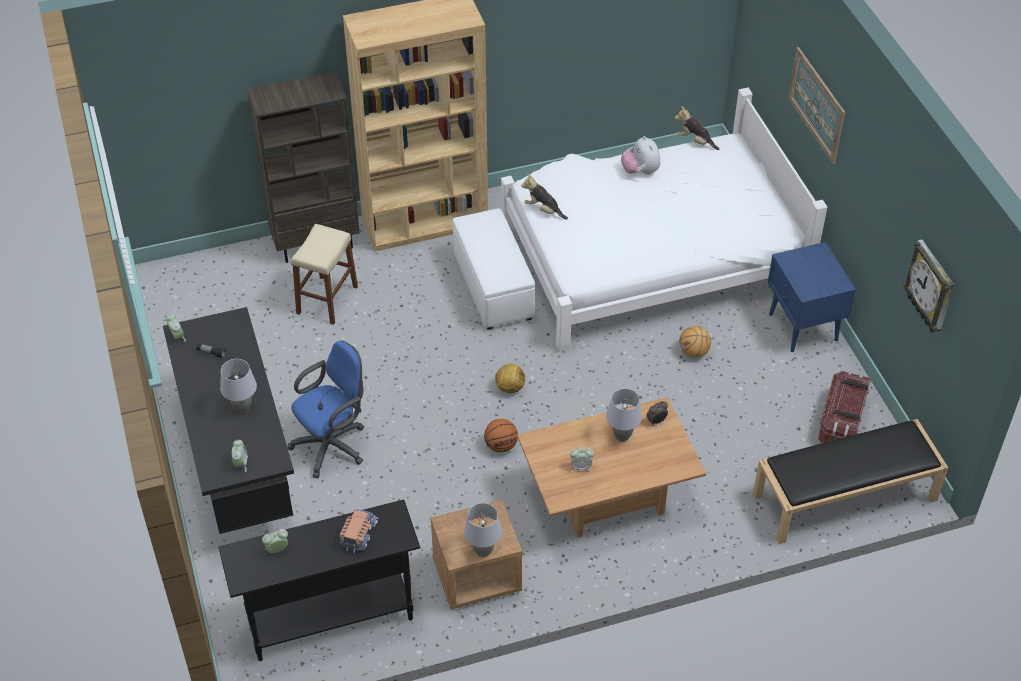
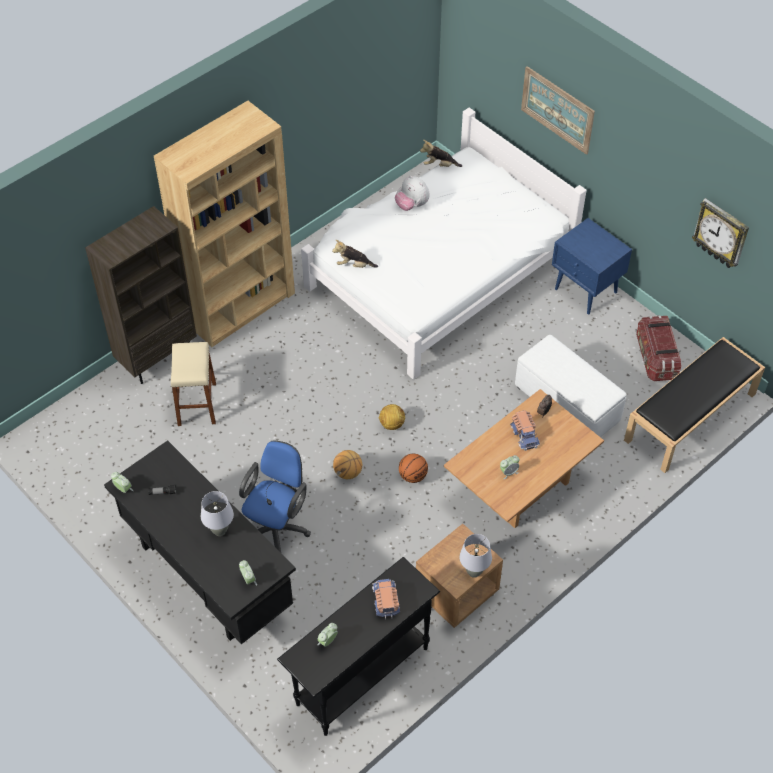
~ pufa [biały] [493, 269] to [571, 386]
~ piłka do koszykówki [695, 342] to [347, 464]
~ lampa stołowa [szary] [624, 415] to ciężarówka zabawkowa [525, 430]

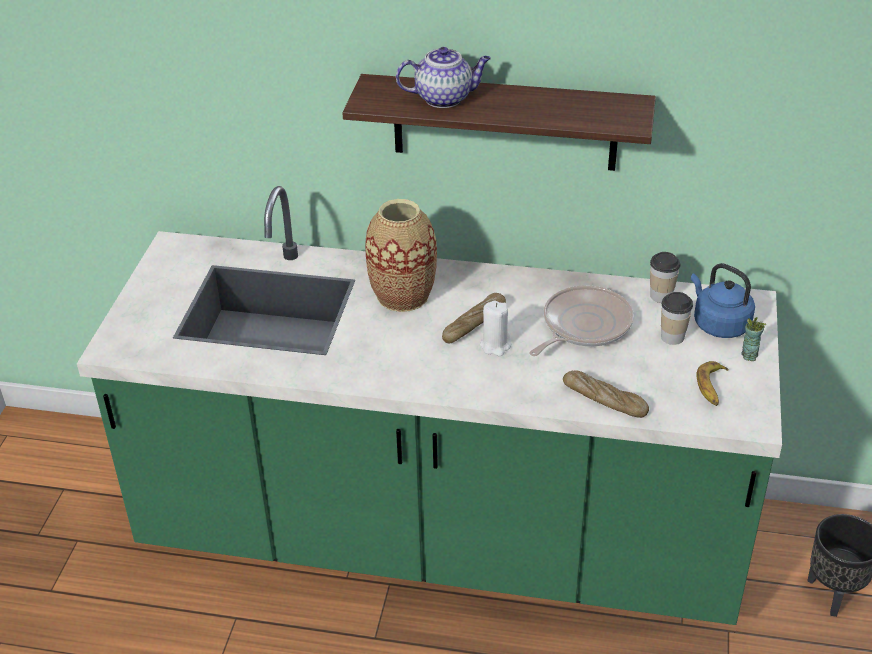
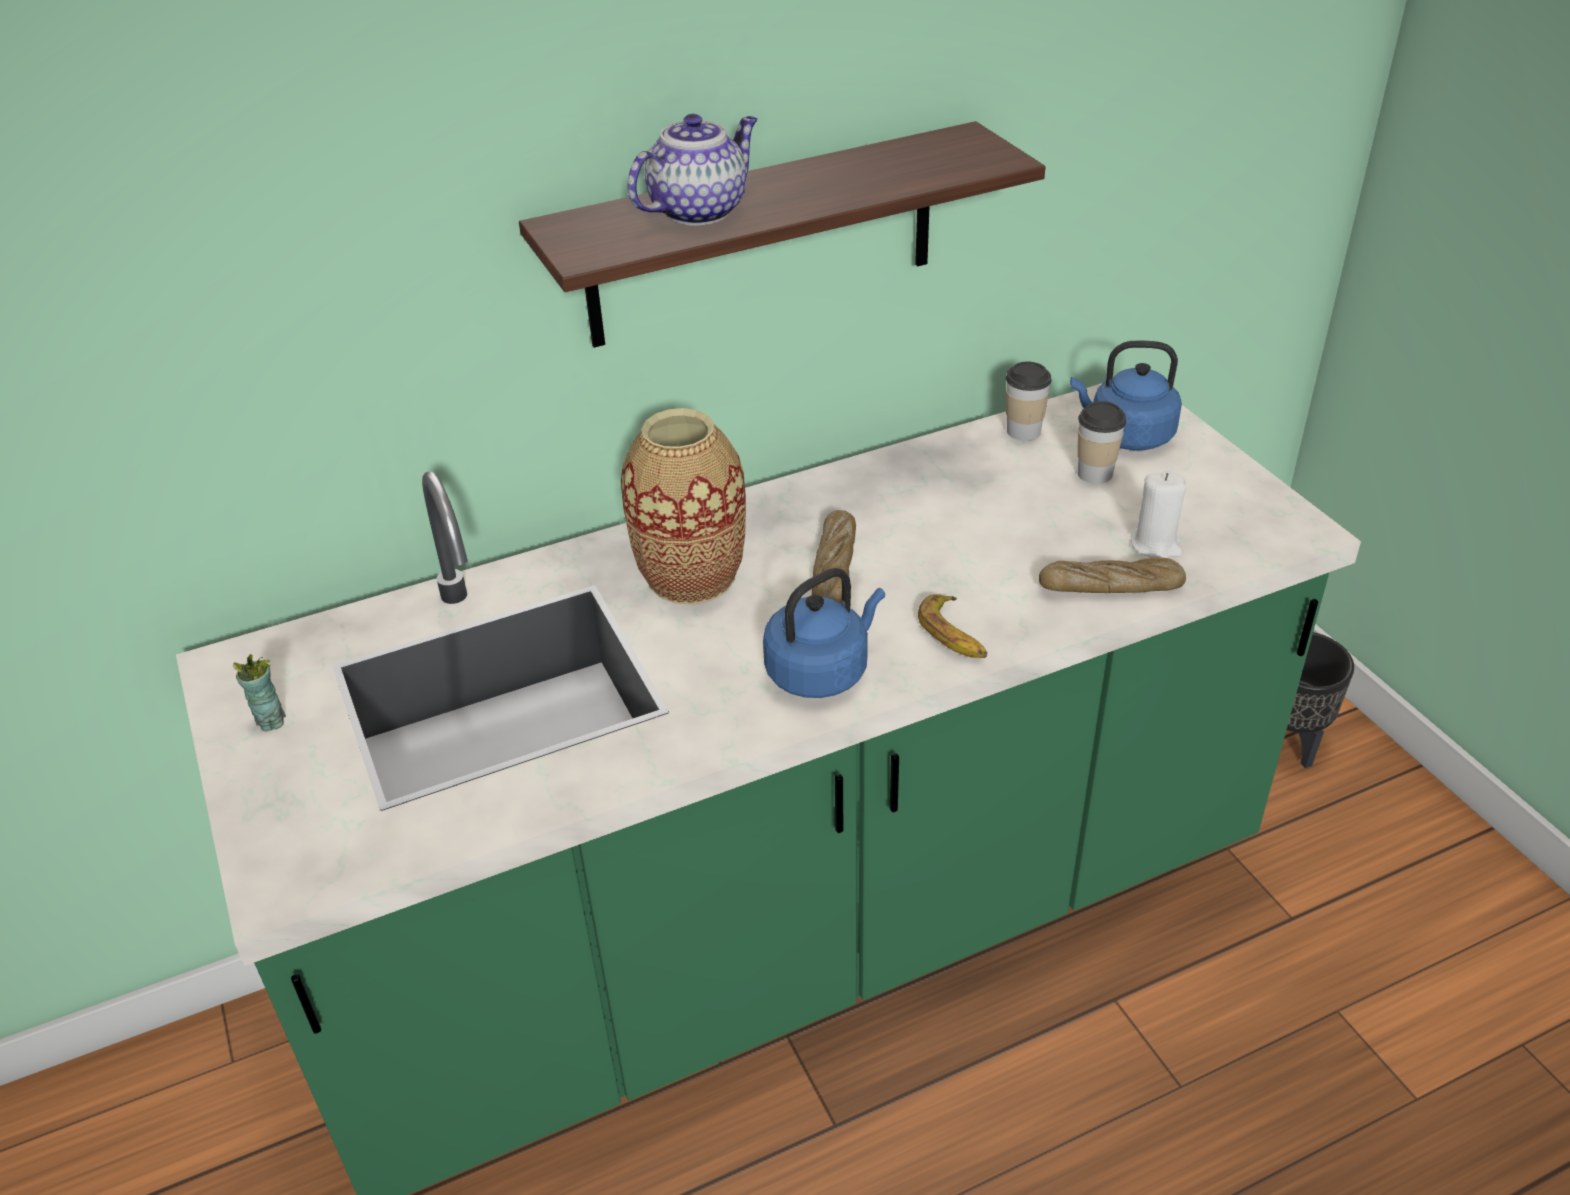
- patelnia [581, 320]
~ świeca [biały] [495, 328] to [1158, 514]
~ filiżanka [753, 339] to [259, 692]
~ banan [712, 383] to [952, 626]
+ czajnik [niebieski] [824, 633]

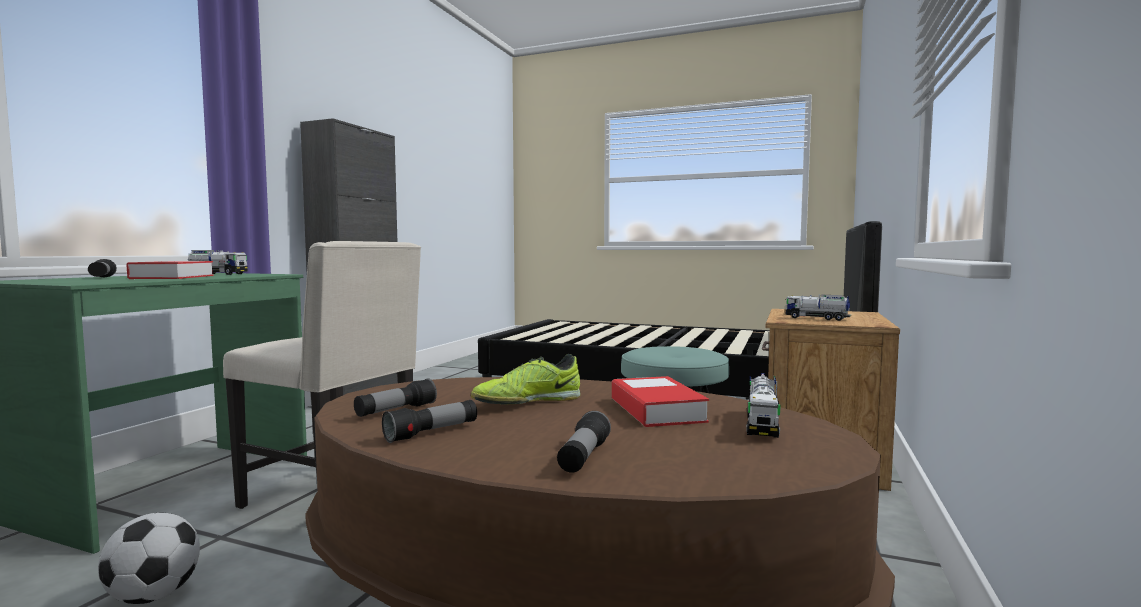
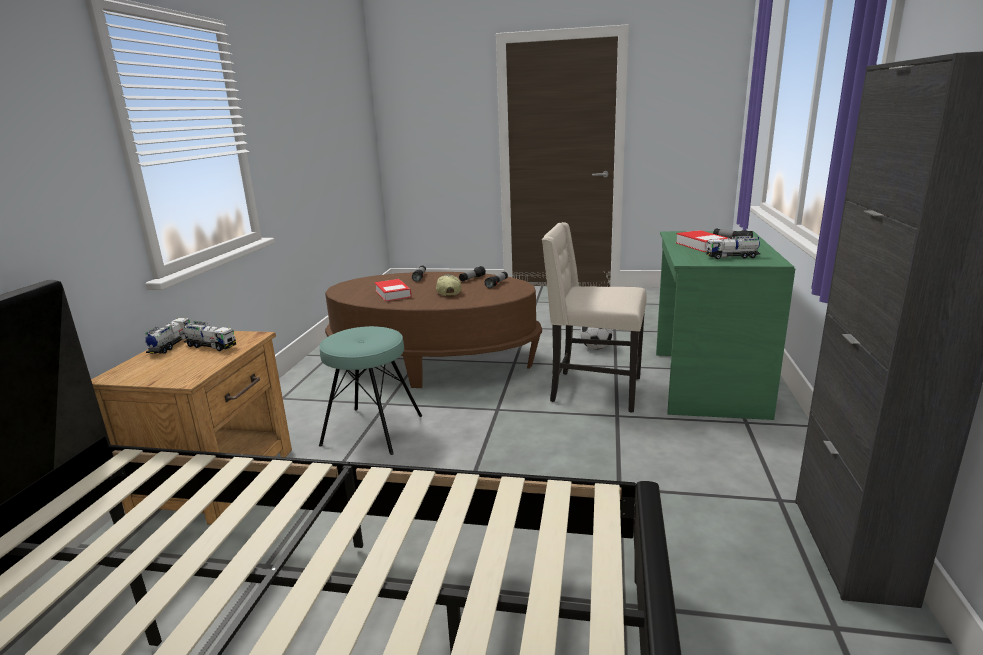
~ but [526, 379] to czapka z daszkiem [448, 285]
~ ciężarówka zabawkowa [763, 405] to [167, 336]

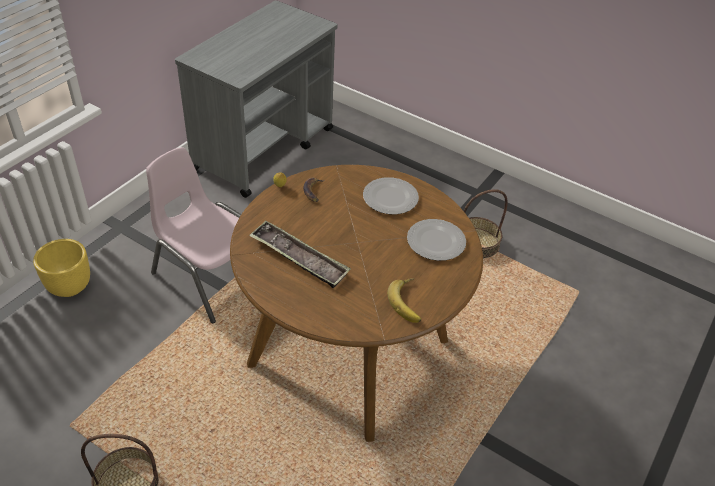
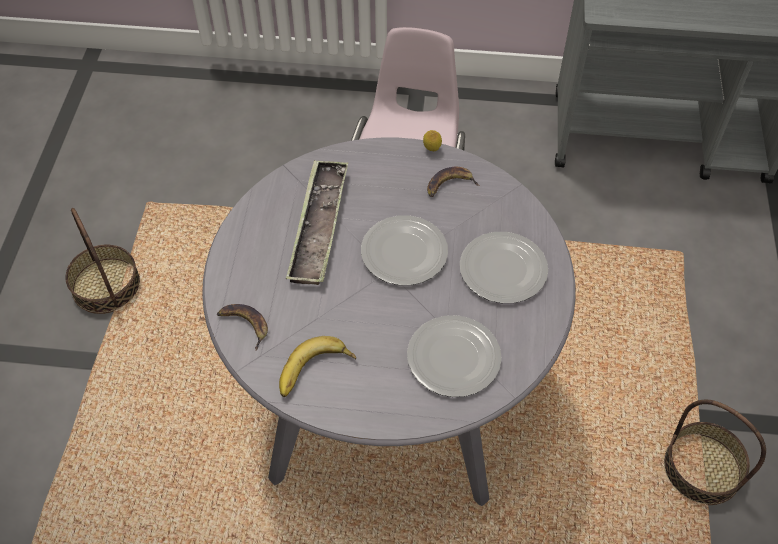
~ stół jadalny [brązowy] [356, 303] to stół jadalny [szary] [389, 322]
- donica [żółty] [61, 268]
+ talerz [404, 250]
+ banan [242, 327]

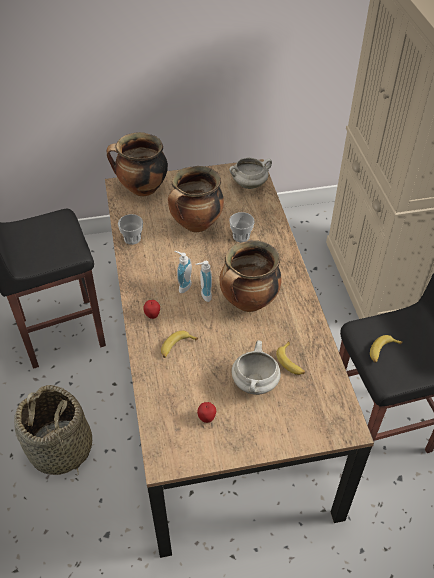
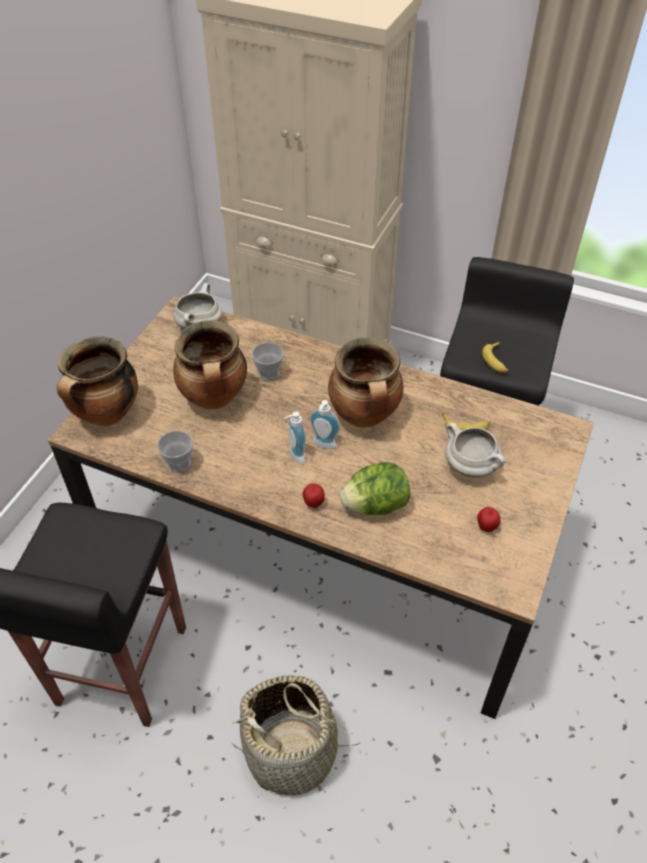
~ banan [179, 344] to sałata [375, 488]

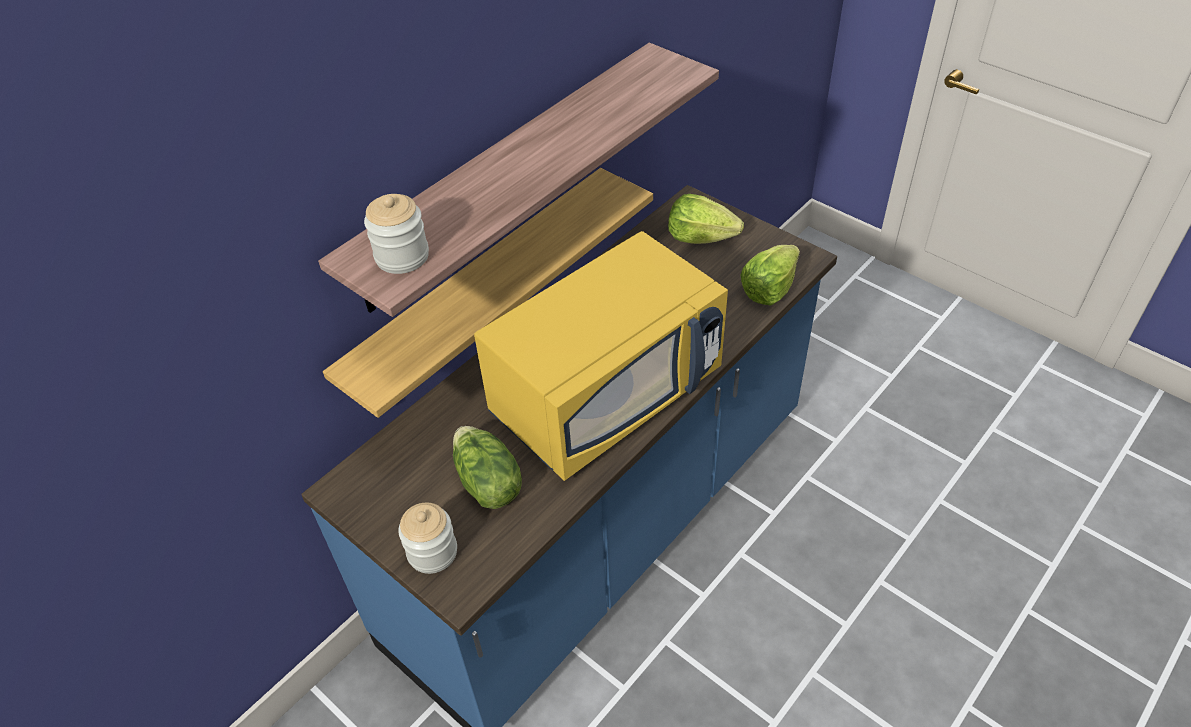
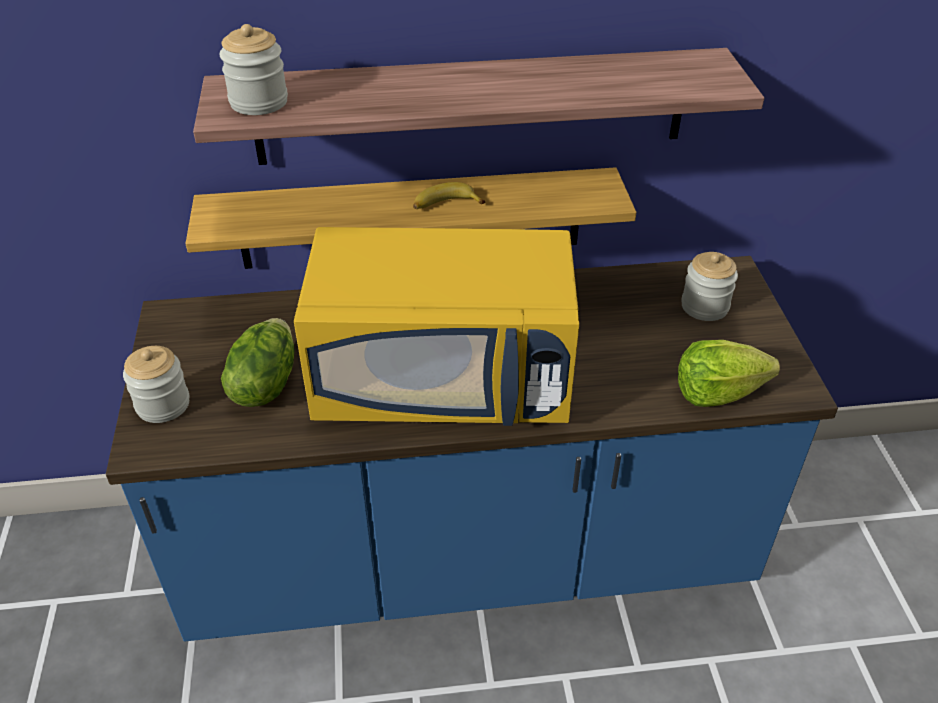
~ sałata [706, 219] to słoik [709, 286]
+ banan [449, 195]

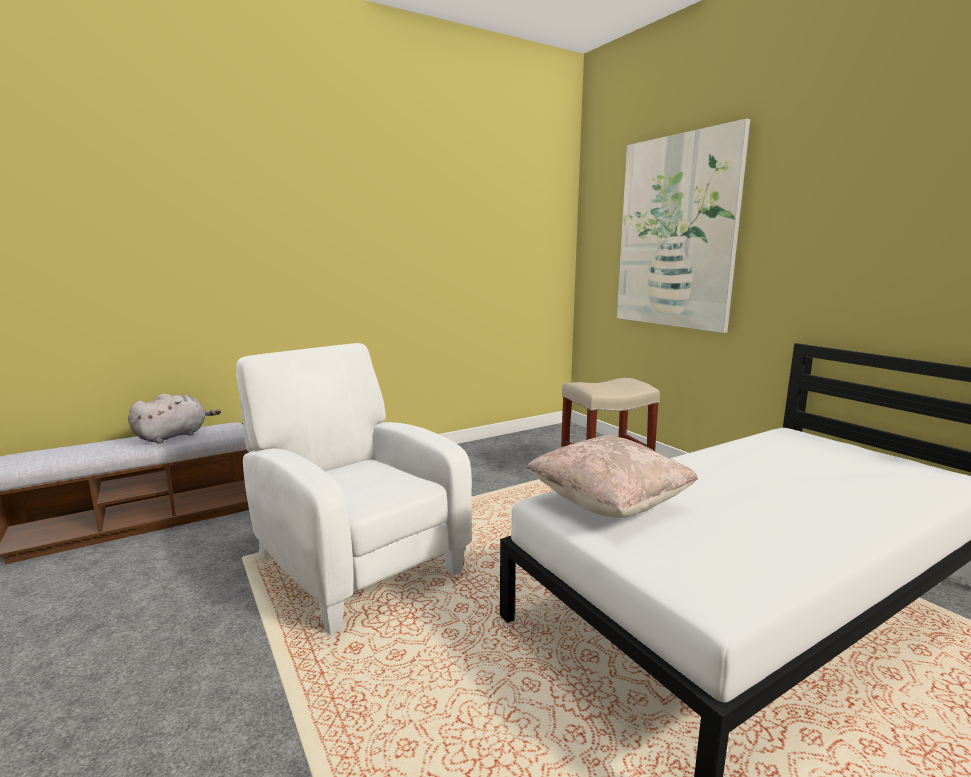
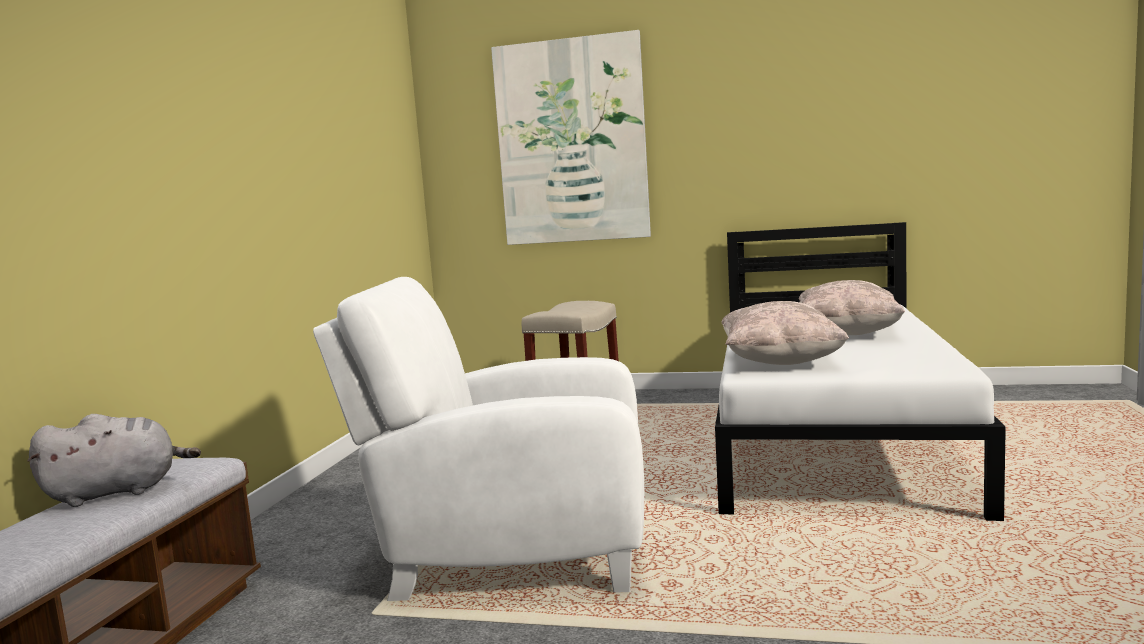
~ pluszak [szary] [174, 419] = [114, 460] 75 degrees clockwise
+ poduszka [beżowy] [852, 307]

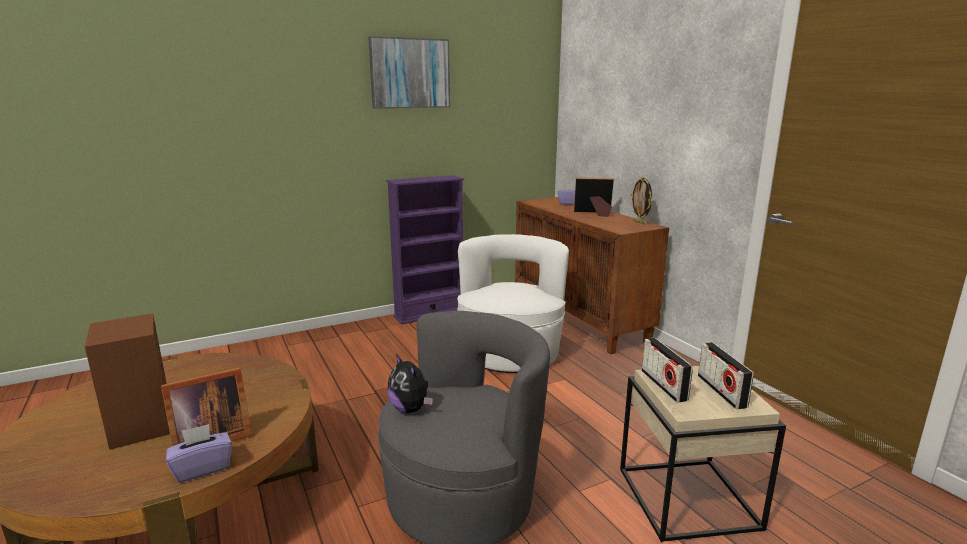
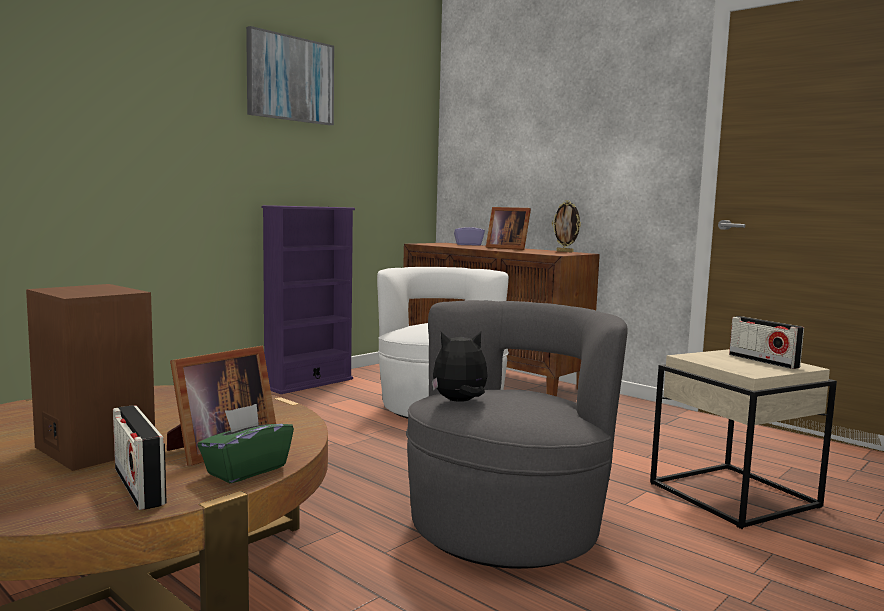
~ ramka na zdjęcie [594, 197] = [508, 228] 135 degrees counterclockwise
~ radio [667, 370] to [140, 457]
~ pluszak [410, 383] = [460, 366] 135 degrees clockwise
~ pudełko chusteczek [fioletowy] [199, 453] to pudełko chusteczek [zielony] [246, 443]

